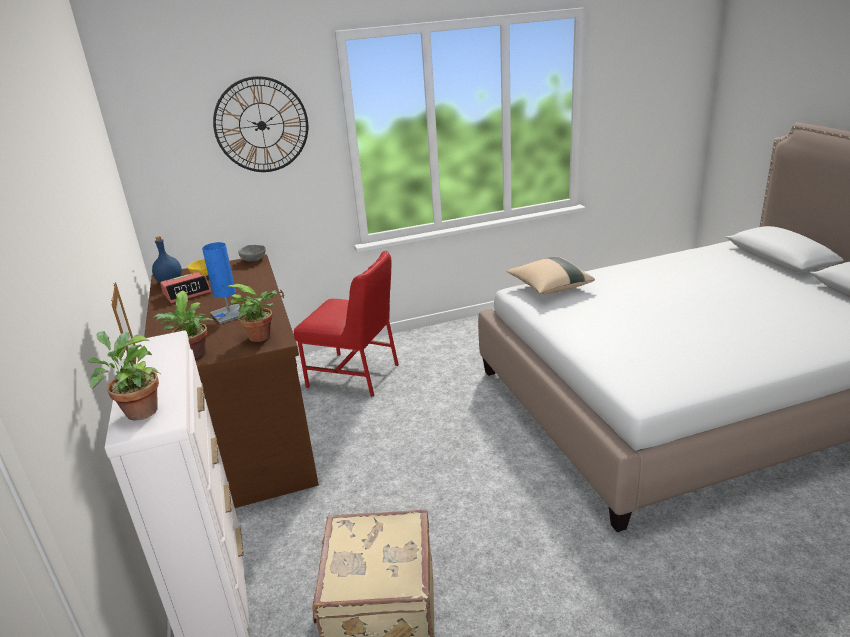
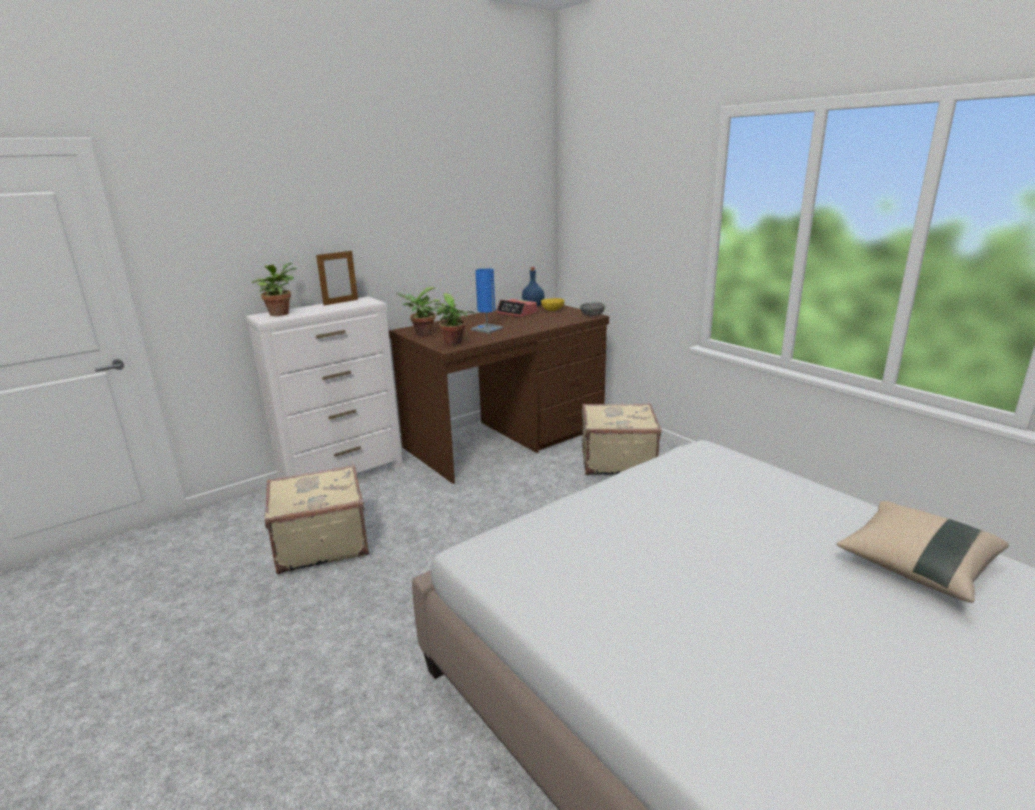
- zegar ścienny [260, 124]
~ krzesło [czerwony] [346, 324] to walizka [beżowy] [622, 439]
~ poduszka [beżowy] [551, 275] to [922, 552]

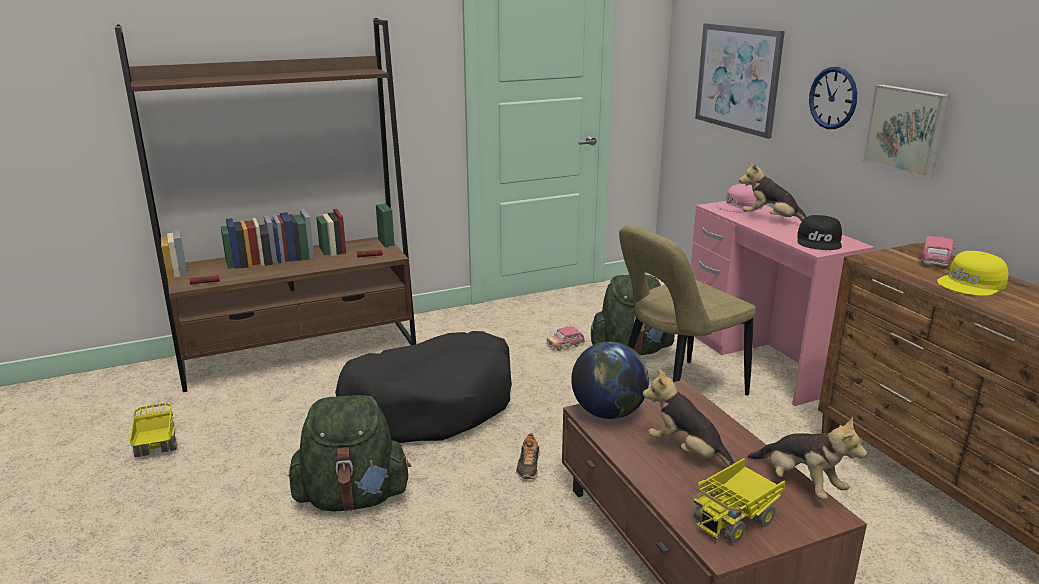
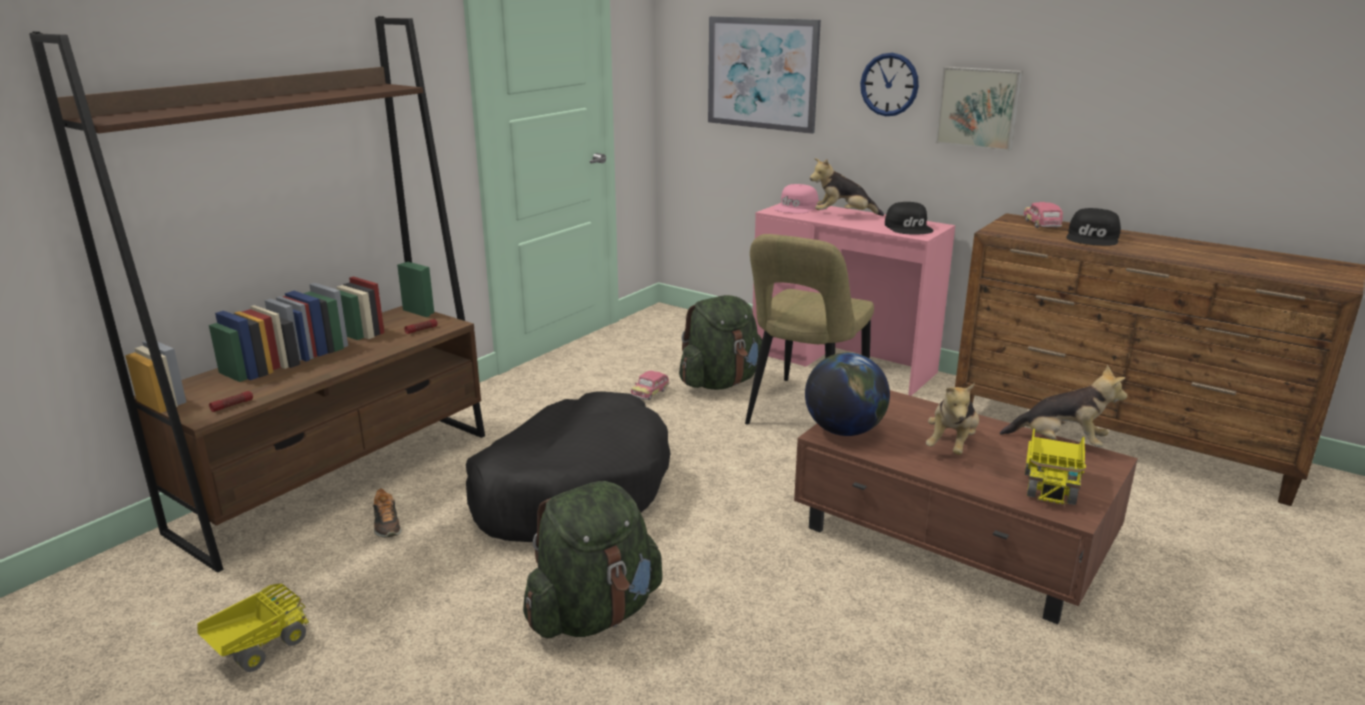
~ czapka z daszkiem [żółty] [972, 273] to czapka z daszkiem [czarny] [1093, 227]
~ pluszak [689, 417] = [952, 419] 75 degrees counterclockwise
~ ciężarówka zabawkowa [153, 430] = [253, 628] 90 degrees clockwise
~ but [528, 456] to [387, 512]

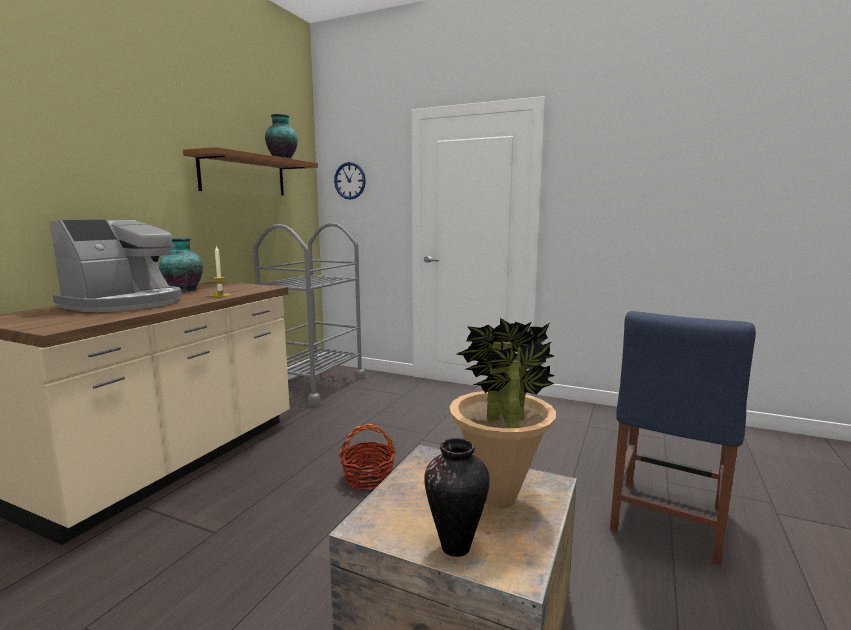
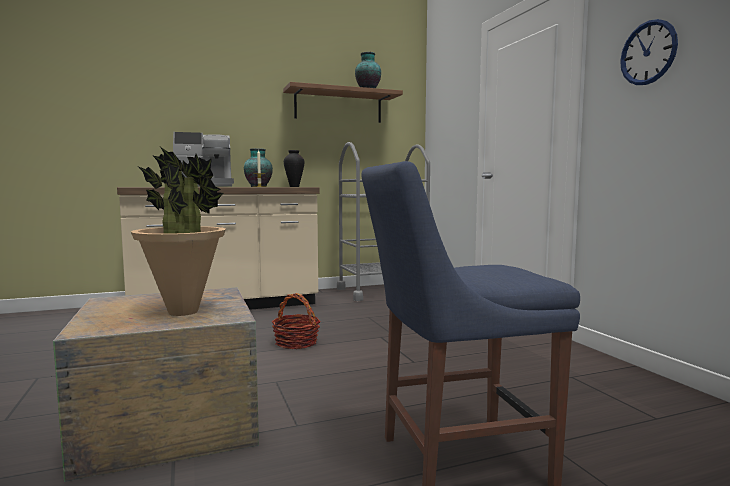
~ zegar ścienny [350, 181] to [649, 52]
~ wazon [457, 497] to [294, 168]

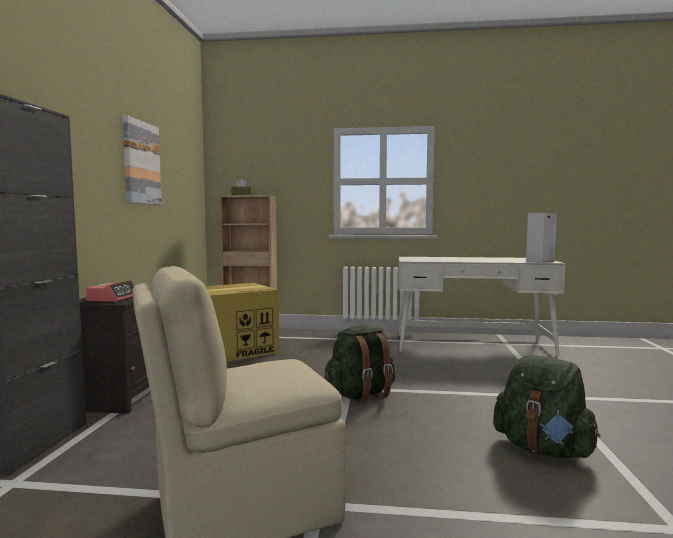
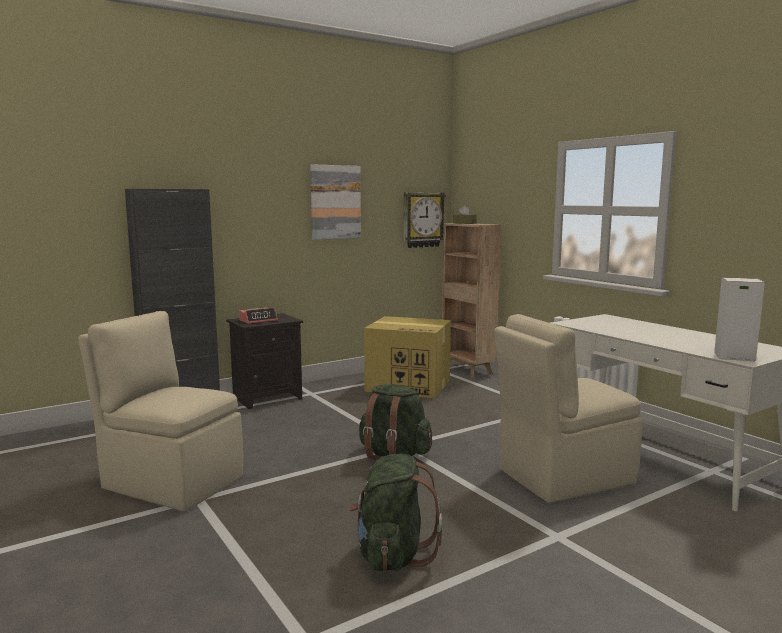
+ zegar ścienny [425, 220]
+ krzesło [beżowy] [568, 408]

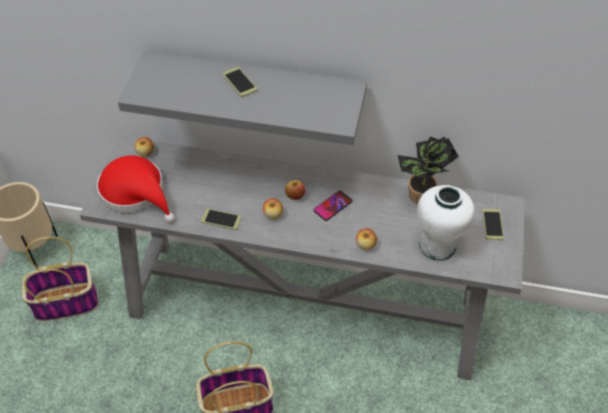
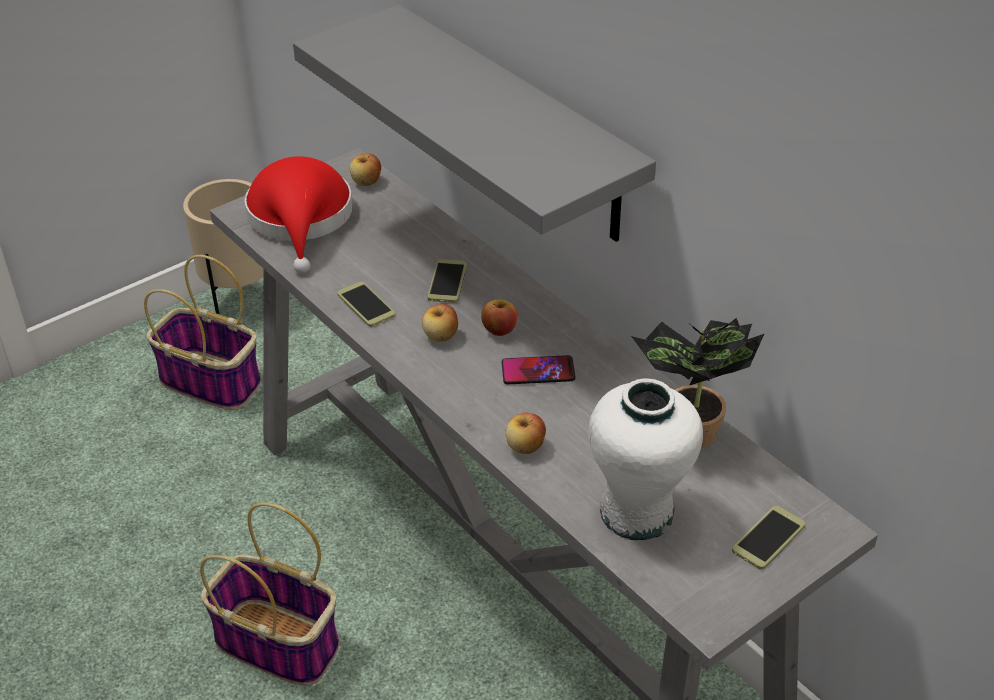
~ telefon [240, 82] to [447, 281]

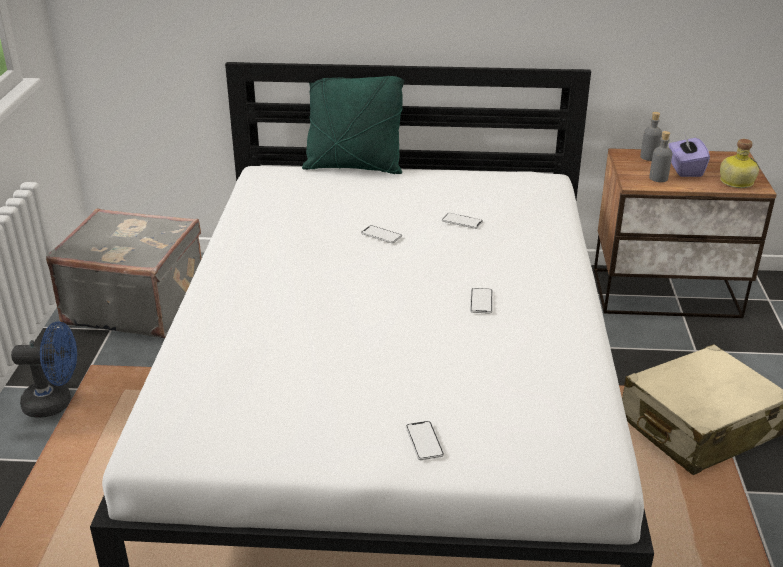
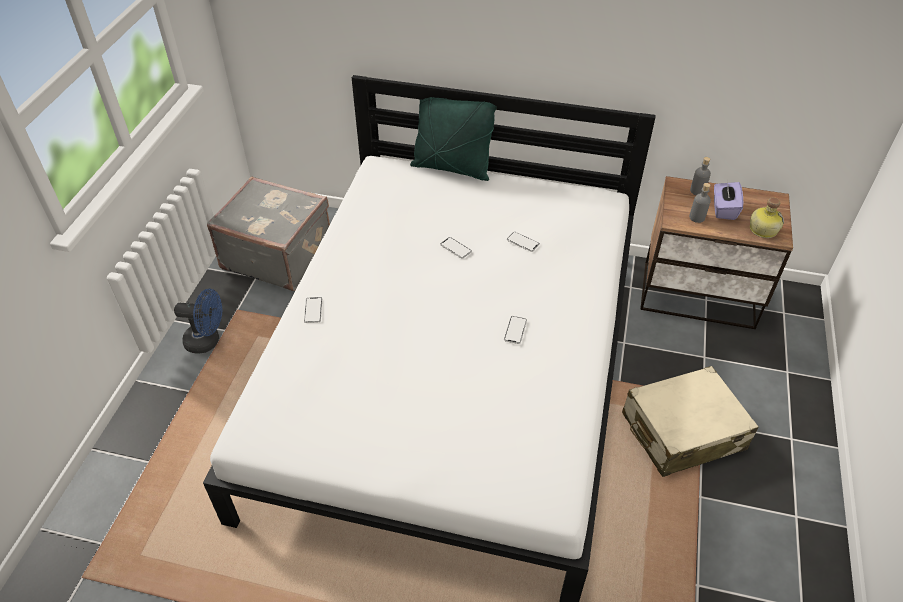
~ telefon [425, 440] to [313, 310]

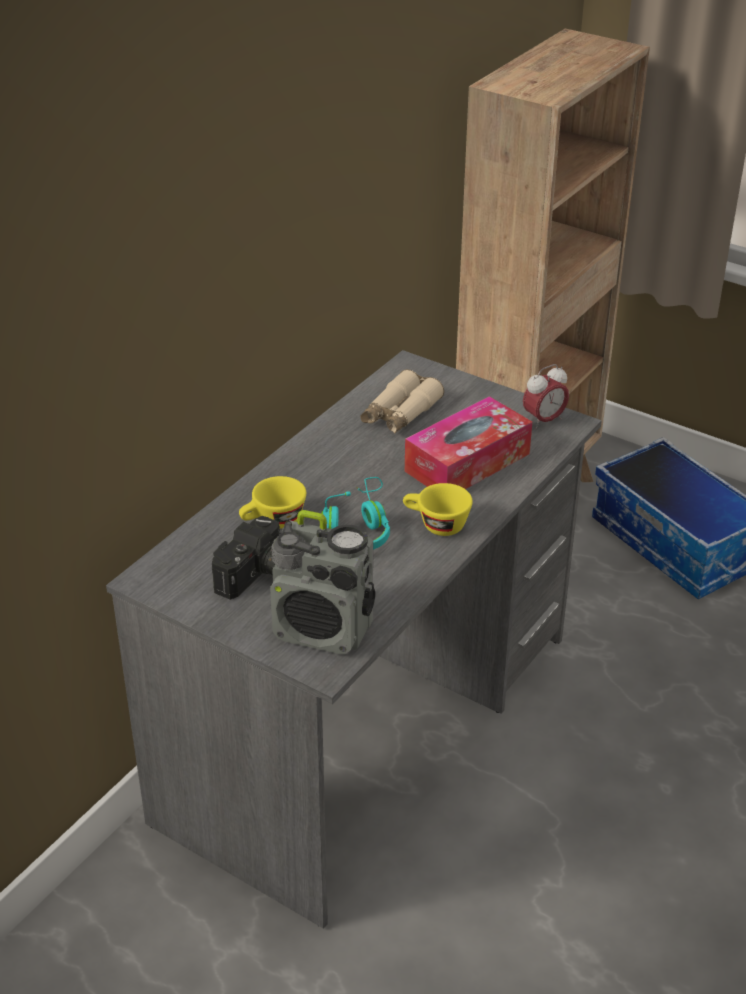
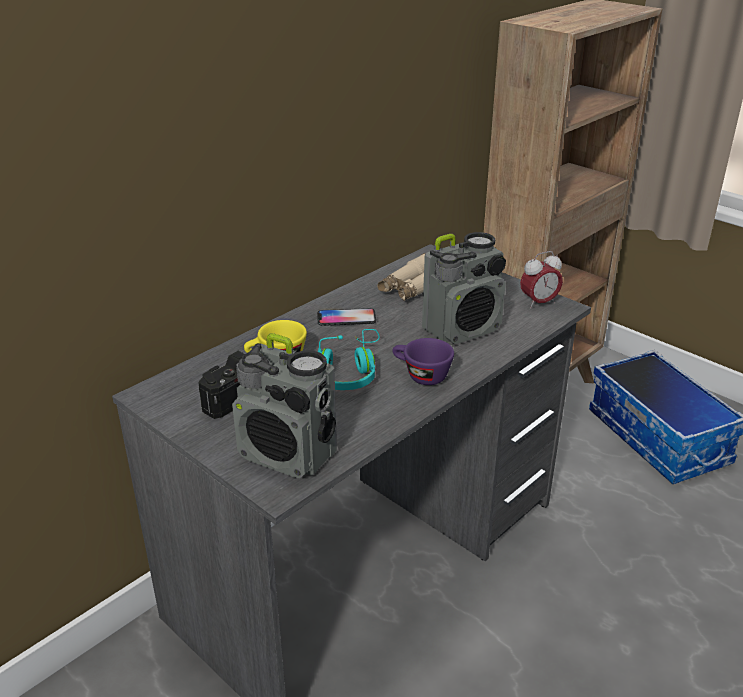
~ pudełko chusteczek [468, 442] to radio [464, 288]
~ filiżanka [żółty] [438, 509] to filiżanka [fioletowy] [423, 361]
+ telefon [346, 317]

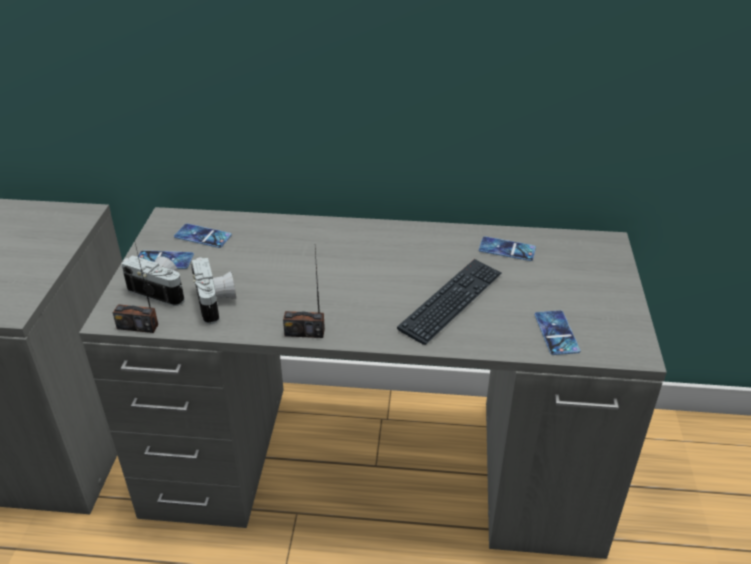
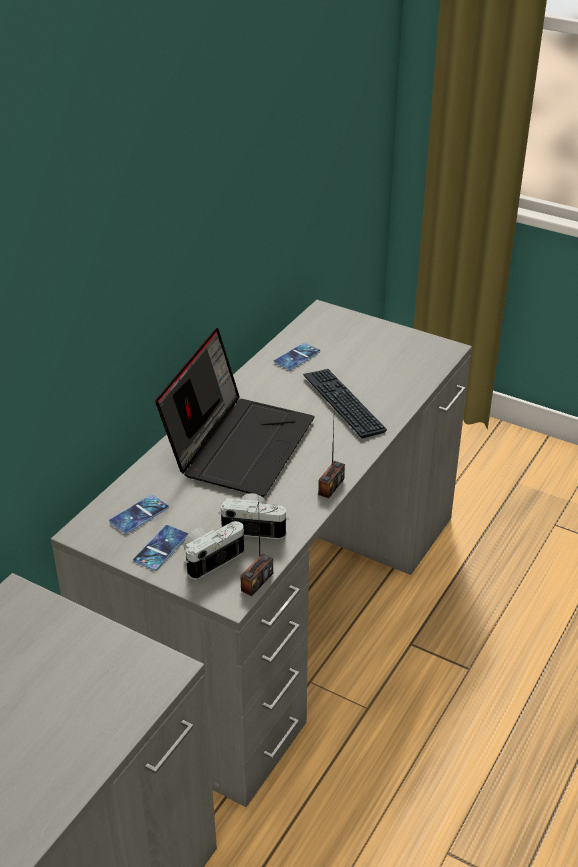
- telefon [558, 332]
+ laptop [235, 412]

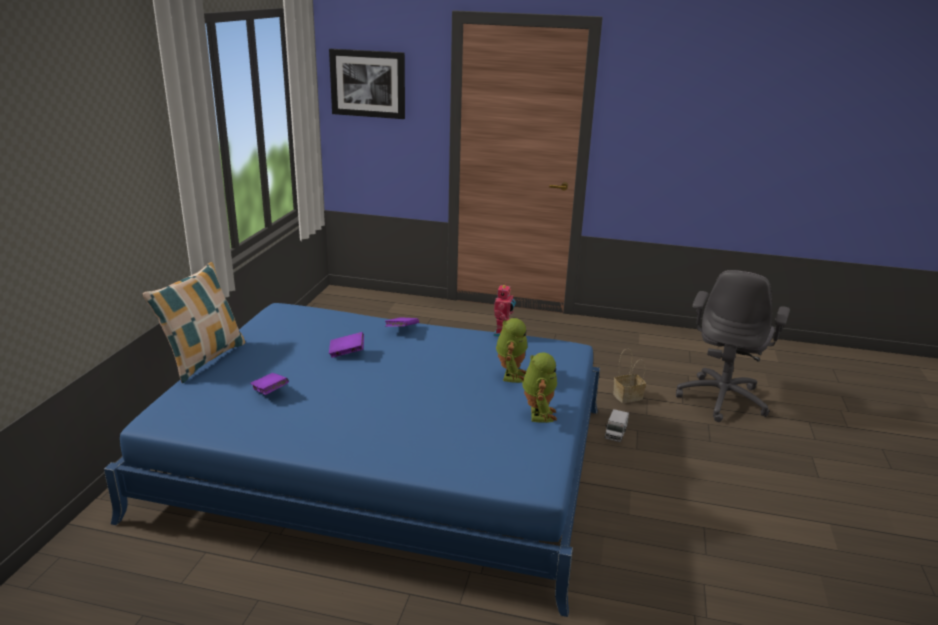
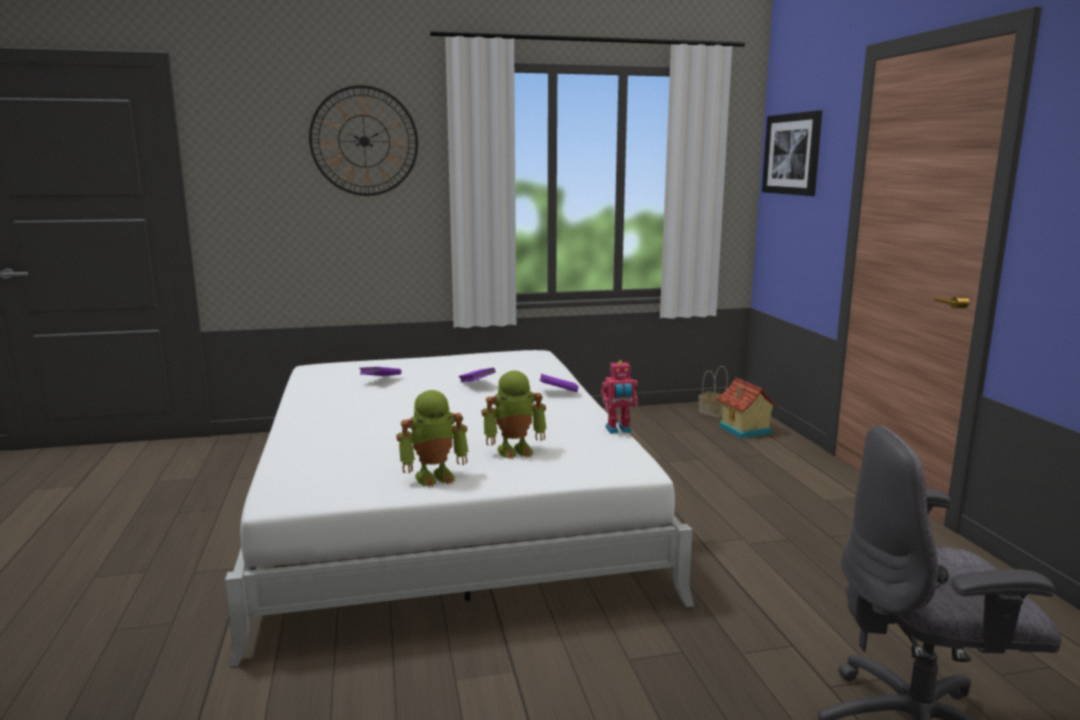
- poduszka [193, 322]
~ łóżko [niebieski] [352, 460] to łóżko [biały] [459, 508]
~ koszyk [629, 375] to [713, 392]
- ciężarówka zabawkowa [617, 425]
+ zegar ścienny [363, 140]
+ domek [747, 407]

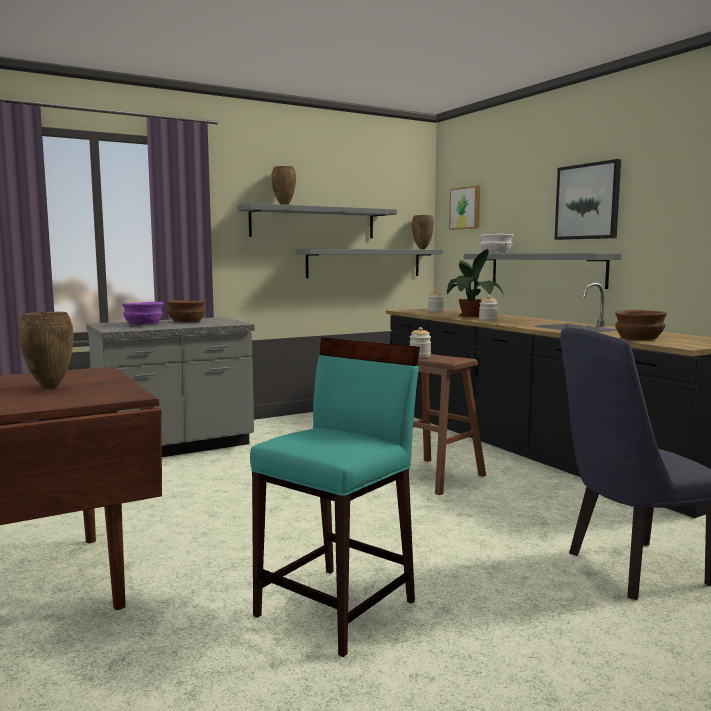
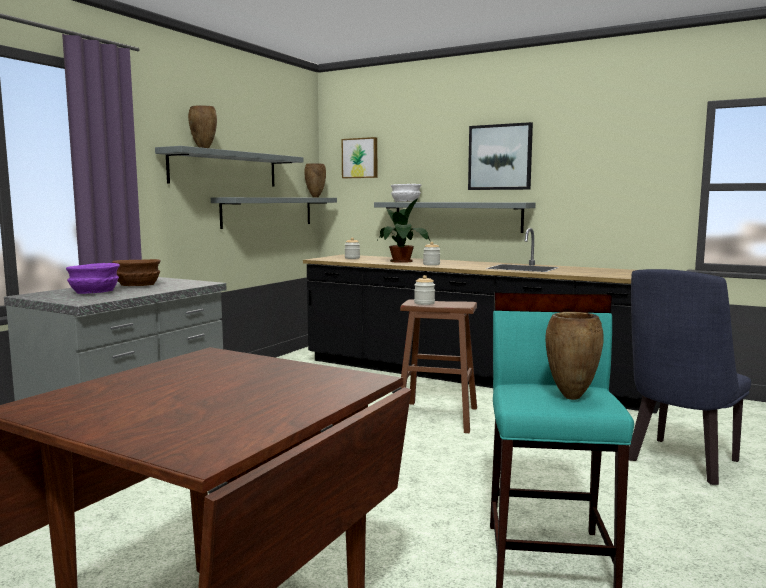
- miska [brązowy] [641, 325]
~ wazon [brązowy] [45, 350] to [574, 356]

